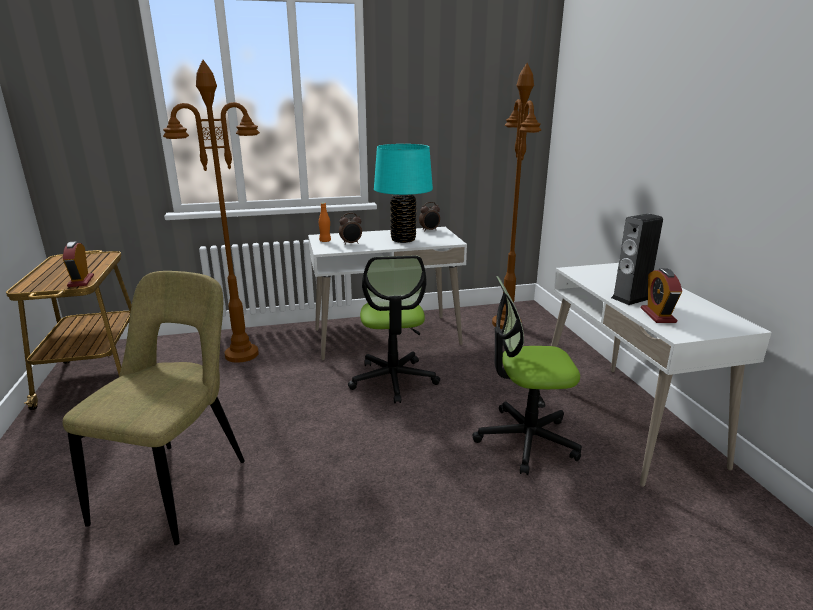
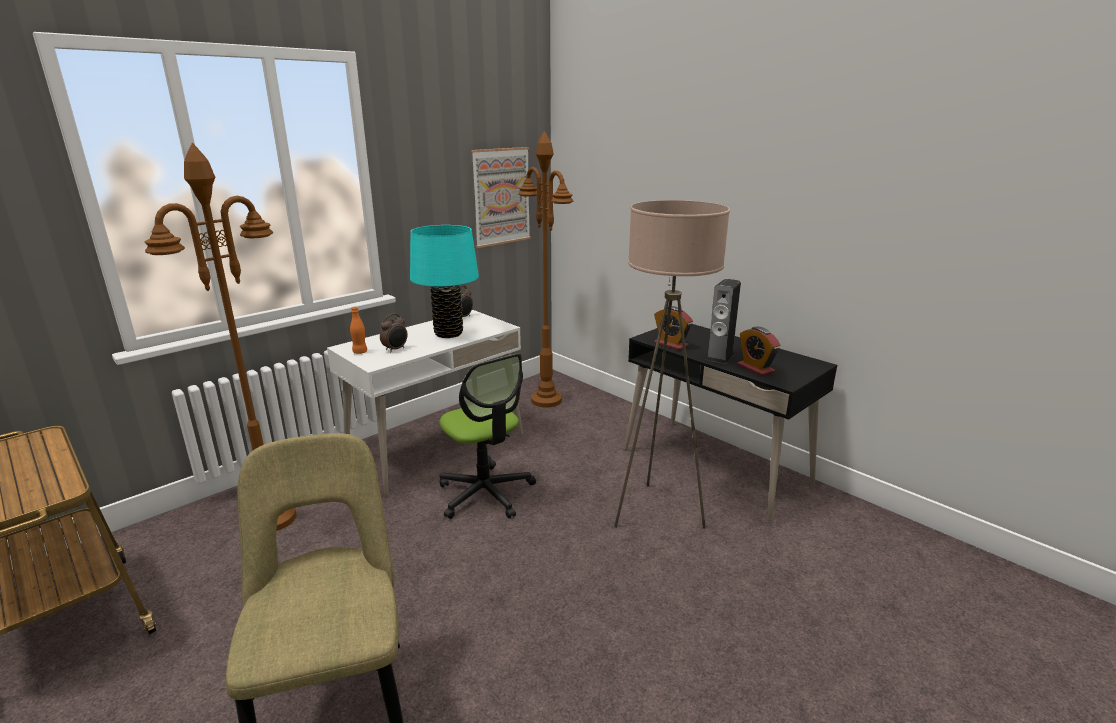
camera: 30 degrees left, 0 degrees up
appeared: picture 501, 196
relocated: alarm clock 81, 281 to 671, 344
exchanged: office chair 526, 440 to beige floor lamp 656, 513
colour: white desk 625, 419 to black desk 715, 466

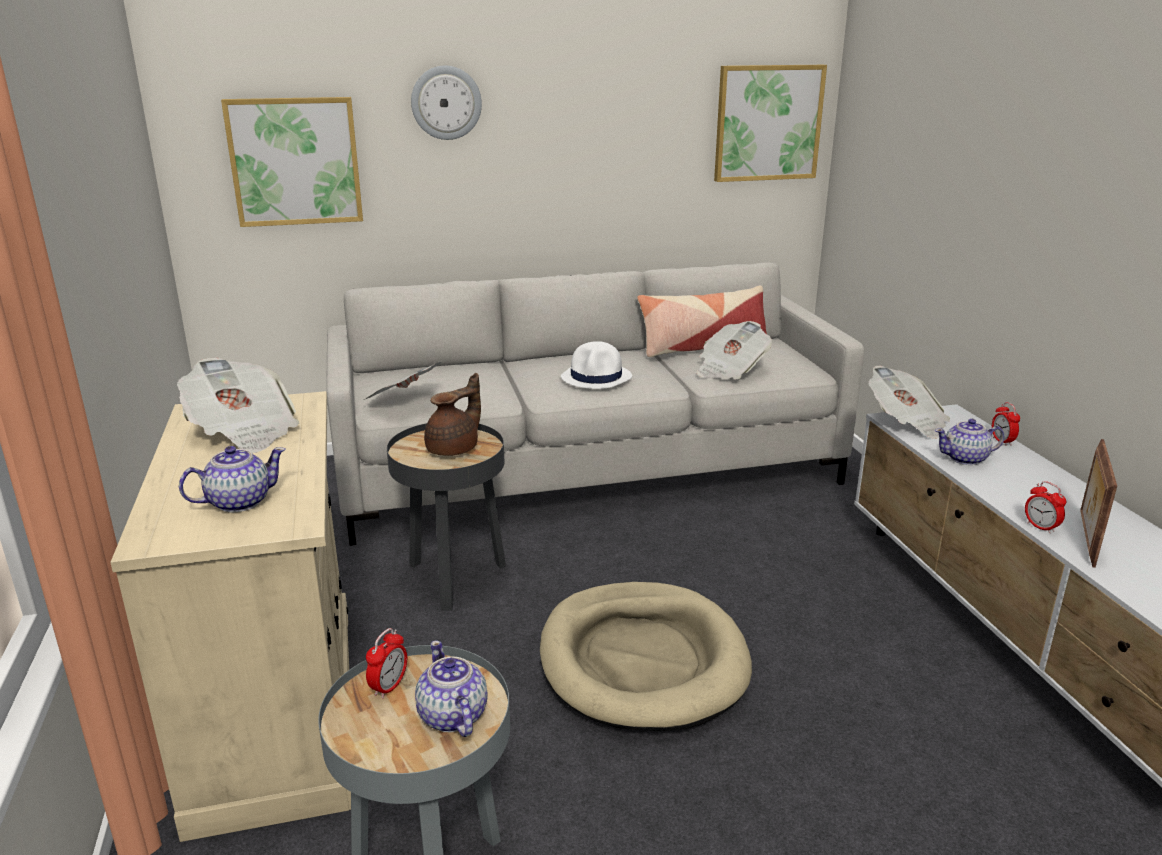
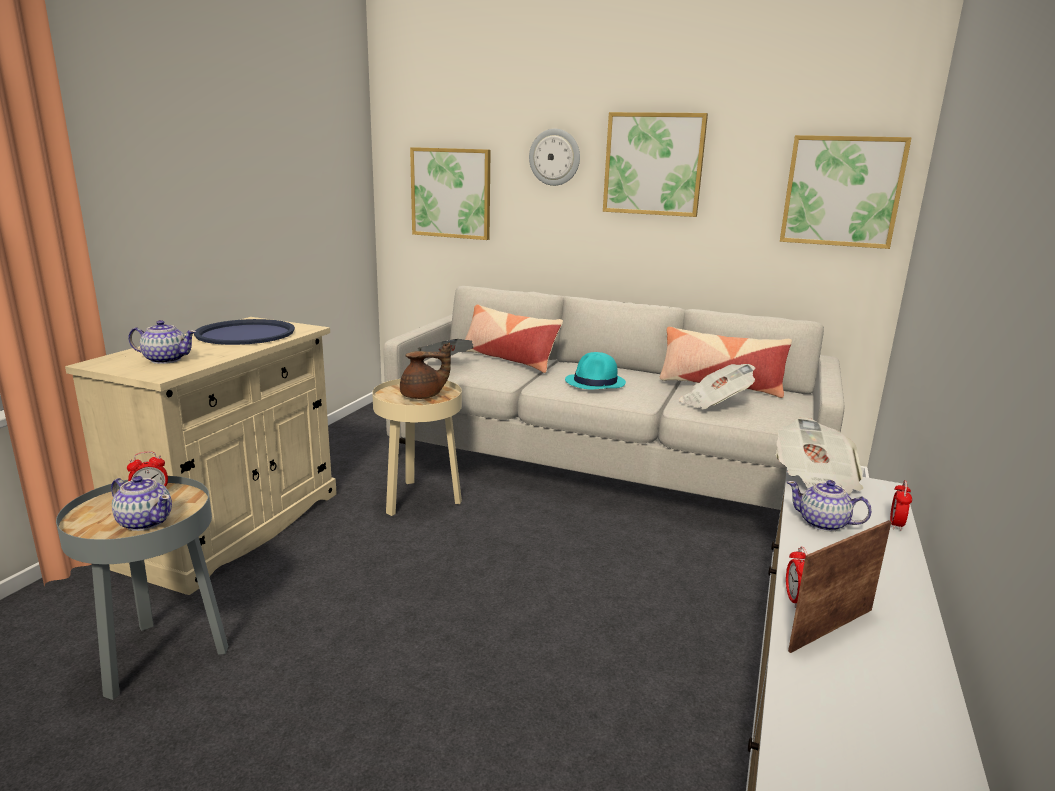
camera: 35 degrees right, 5 degrees down
missing: beige dog bed 642, 661
appeared: pillow 508, 359; picture 653, 164
exchanged: newspaper 243, 432 to blue tray 246, 334
colour: black side table 455, 578 to beige side table 420, 499; white hat 597, 377 to turquoise hat 595, 382
spun: teapot 452, 717 = 145, 522 105 degrees clockwise

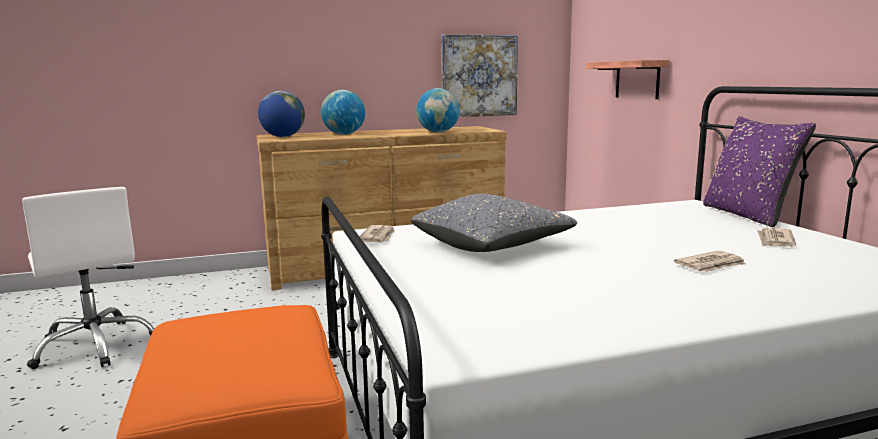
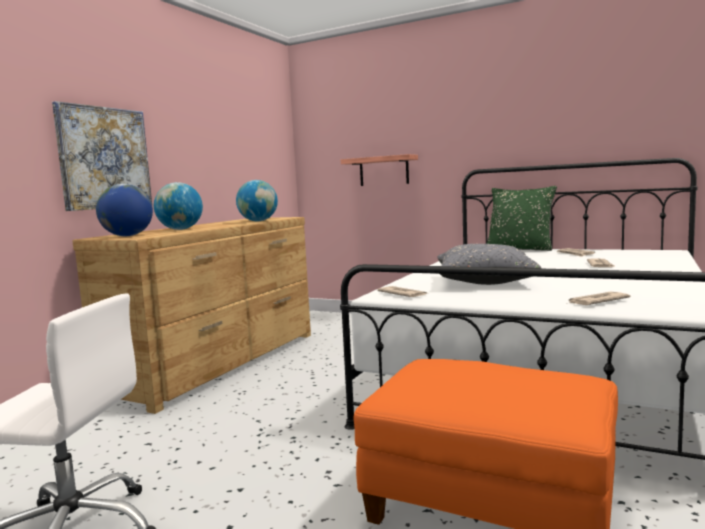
camera: 45 degrees left, 5 degrees down
appeared: newspaper 596, 301
relocated: picture 479, 76 to 104, 158
colour: purple pillow 747, 215 to green pillow 520, 249

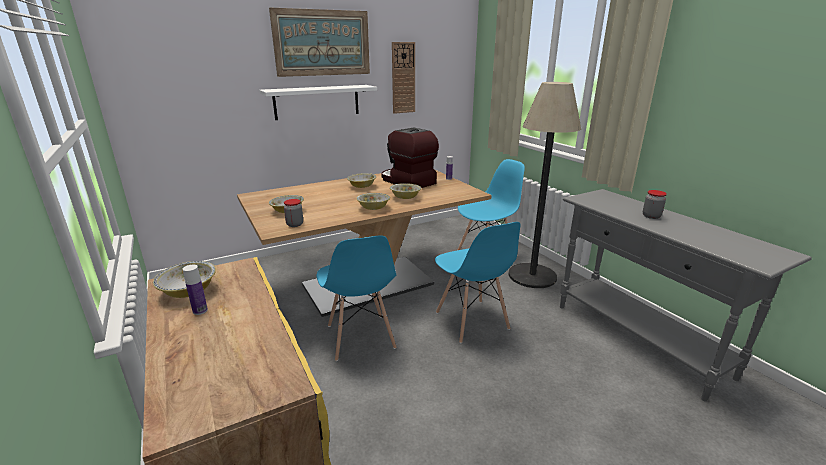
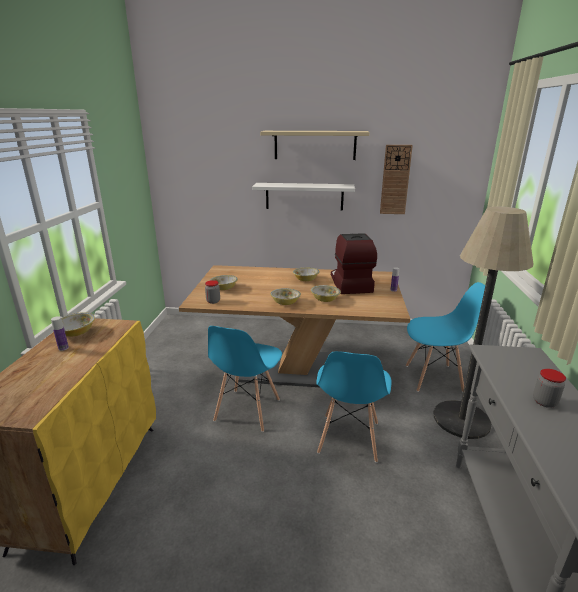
camera: 35 degrees right, 0 degrees up
exchanged: picture 322, 43 to beige shelf 315, 145

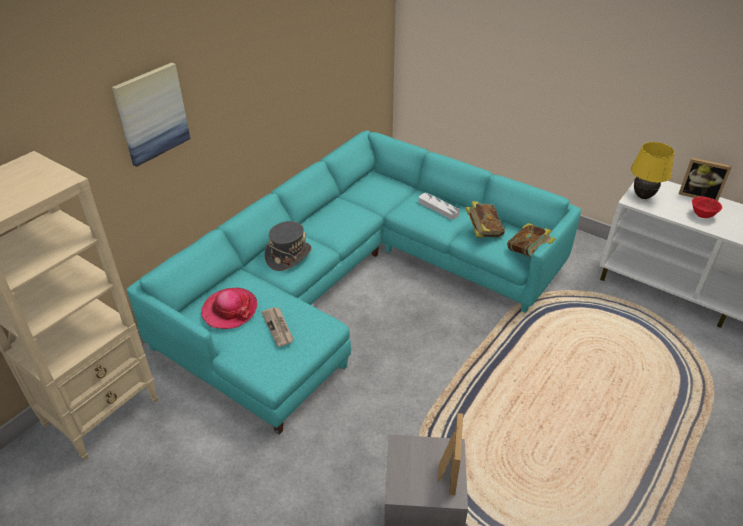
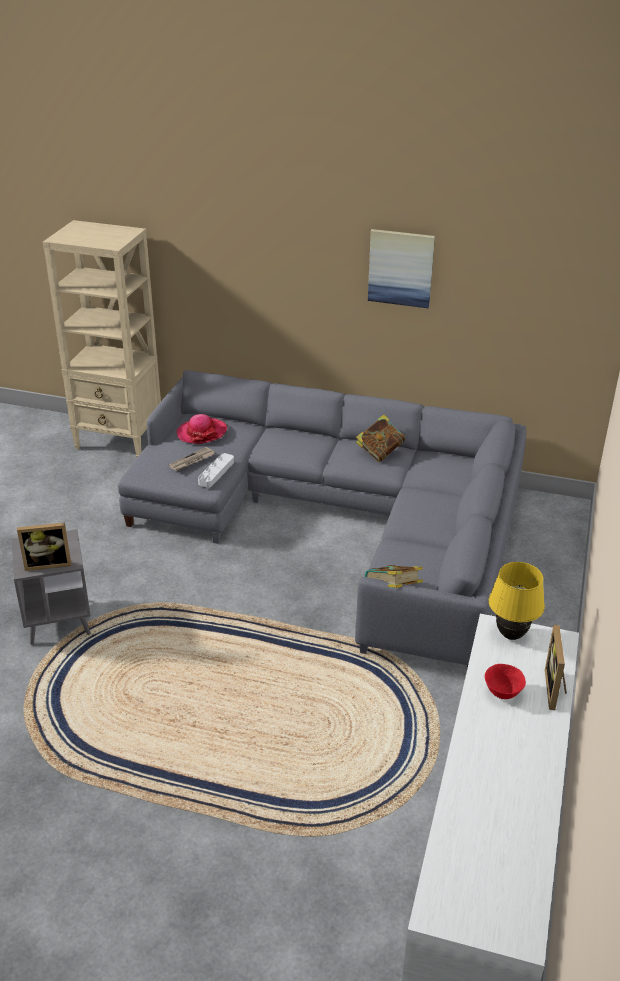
camera: 70 degrees right, 5 degrees down
missing: grey hat 288, 255
relocated: picture 152, 114 to 401, 268; grey tray 438, 208 to 216, 473; book 483, 232 to 380, 452
colour: turquoise sofa 355, 279 to grey sofa 342, 521

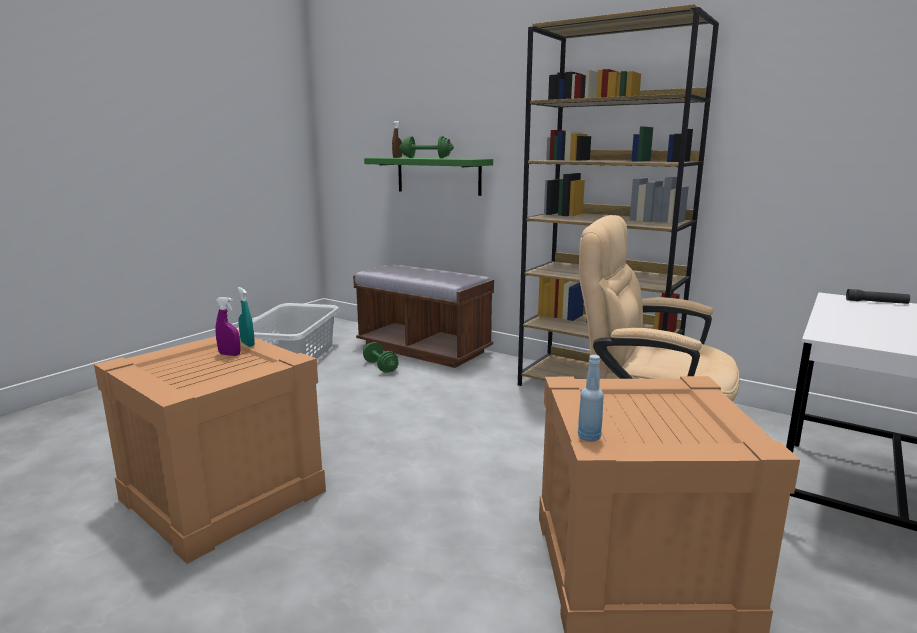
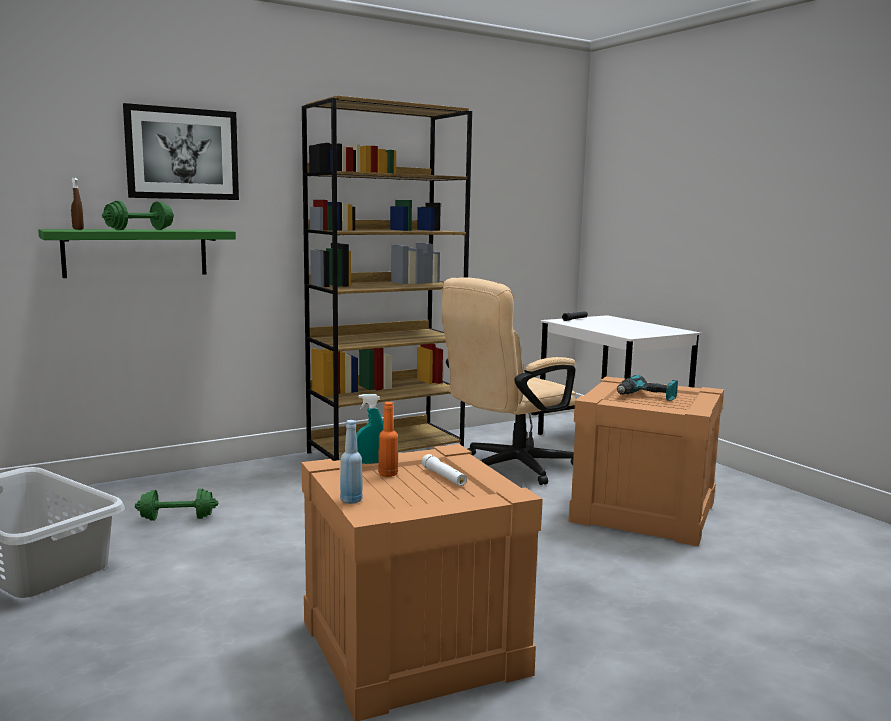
camera: 65 degrees left, 5 degrees down
missing: brown bench 423, 349
appeared: picture 182, 154; white flashlight 444, 477; power drill 646, 397
relocated: blue bottle 589, 437 to 351, 500
exchanged: purple spray bottle 229, 354 to orange bottle 388, 474

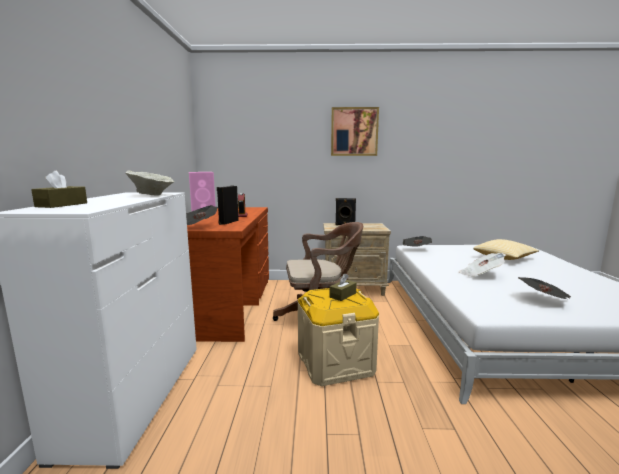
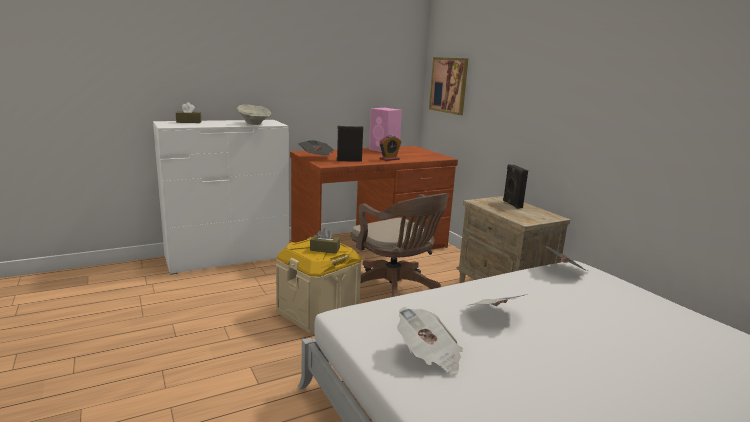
camera: 60 degrees right, 5 degrees up
missing: pillow 504, 258
relocated: picture 354, 132 to 449, 85

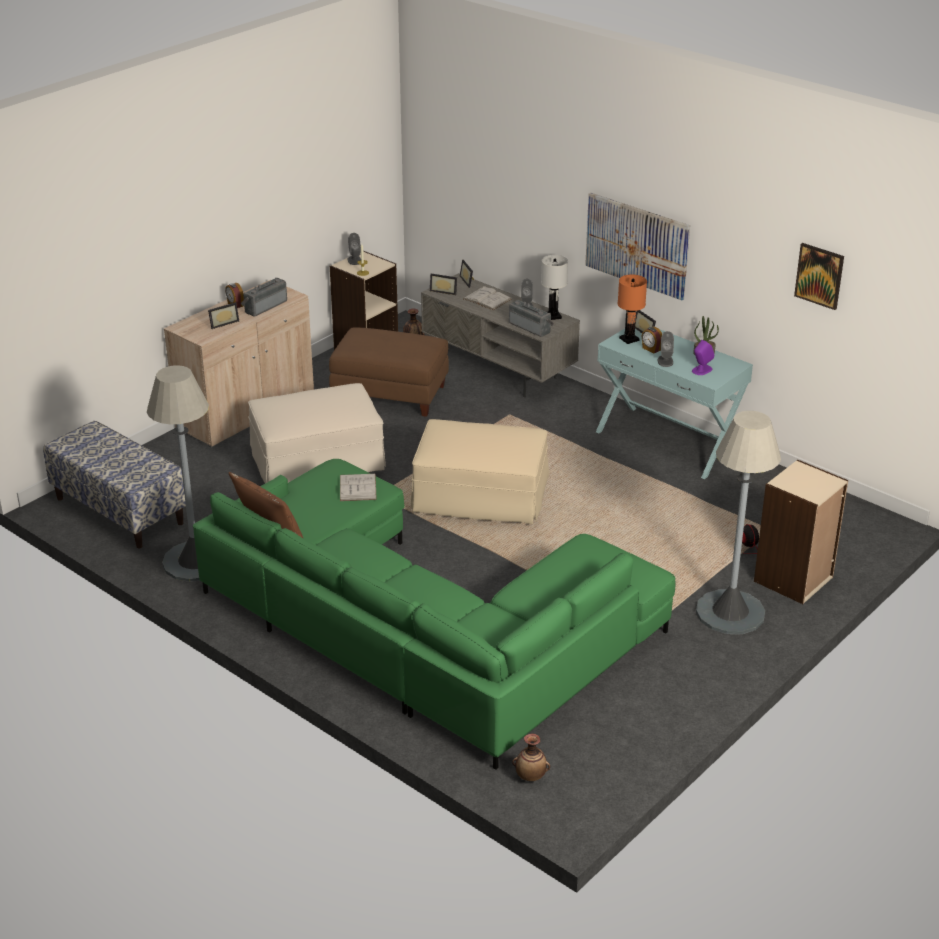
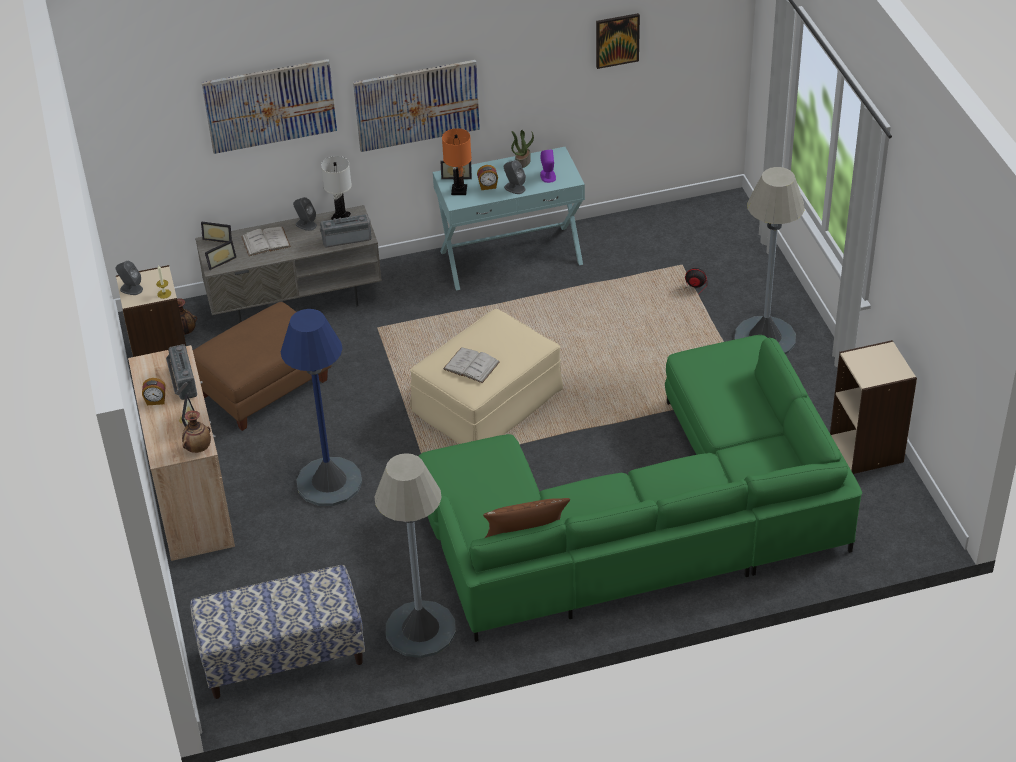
camera: 55 degrees left, 10 degrees up
appeared: picture 270, 105
relocated: white book 358, 487 to 471, 365; vase 530, 776 to 198, 448; beige bookcase 794, 579 to 867, 448
exchanged: beige ottoman 317, 460 to blue floor lamp 329, 482

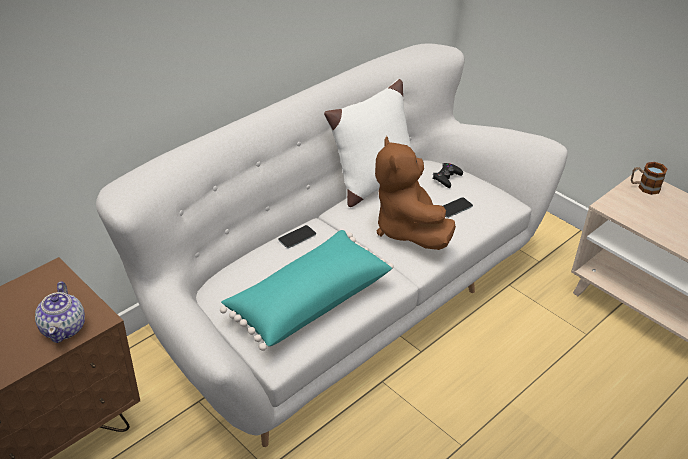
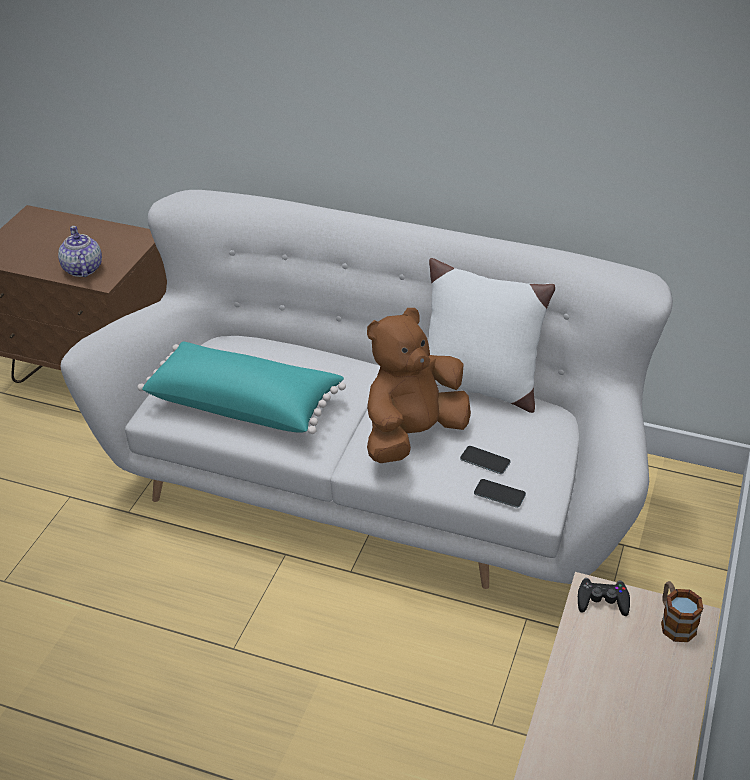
camera: 65 degrees right, 0 degrees up
relocated: phone 297, 237 to 499, 493; black game controller 447, 178 to 602, 601
spun: teapot 64, 328 = 82, 269 105 degrees clockwise

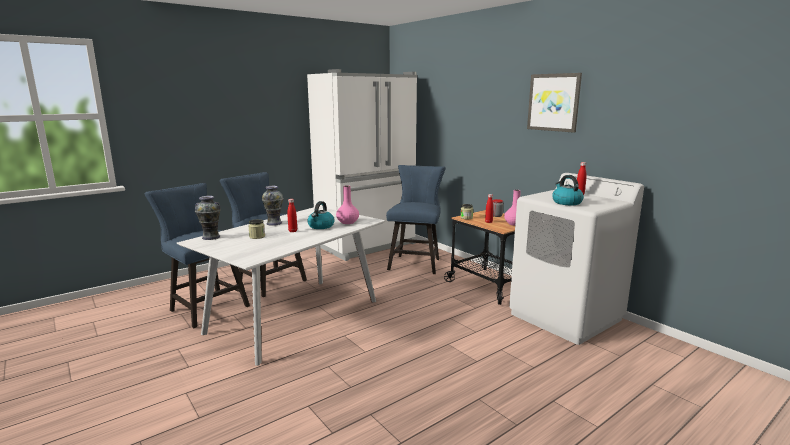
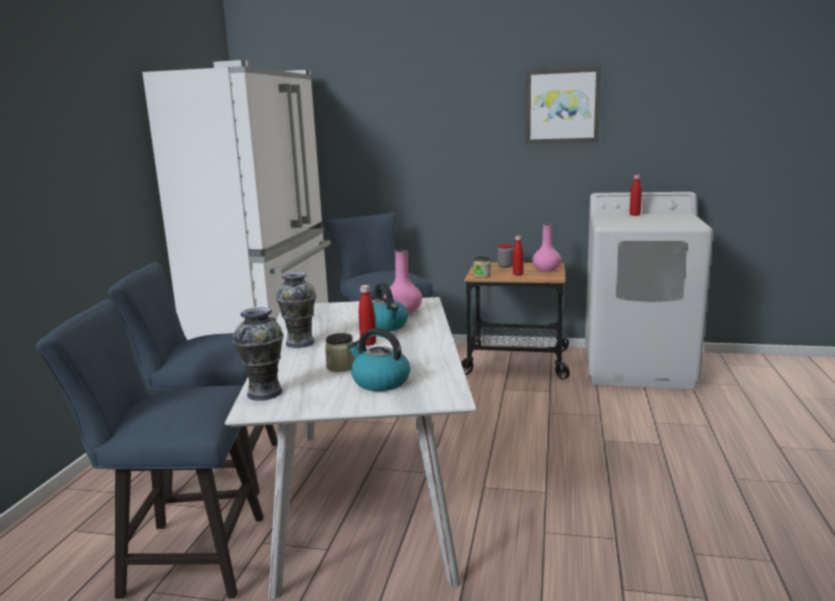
camera: 40 degrees left, 0 degrees up
relocated: kettle 566, 202 to 379, 382

